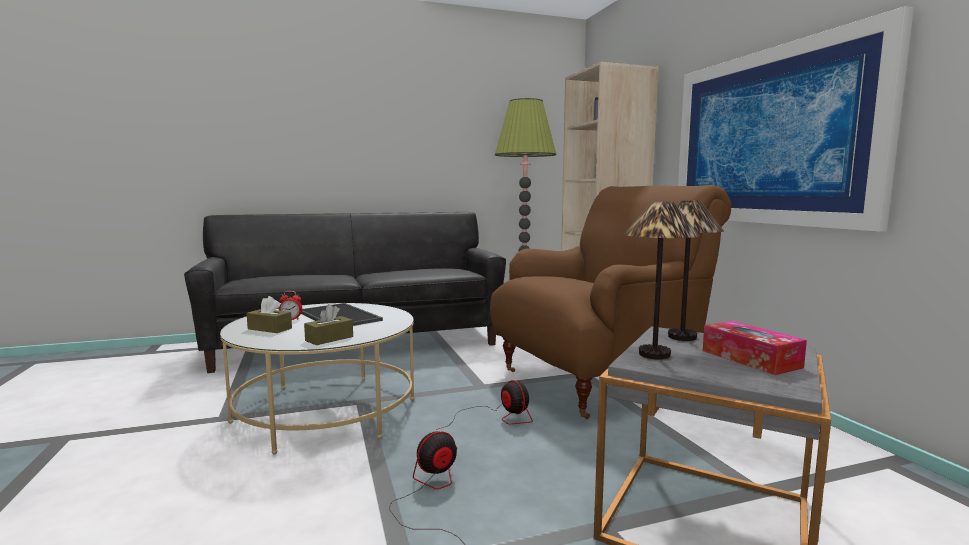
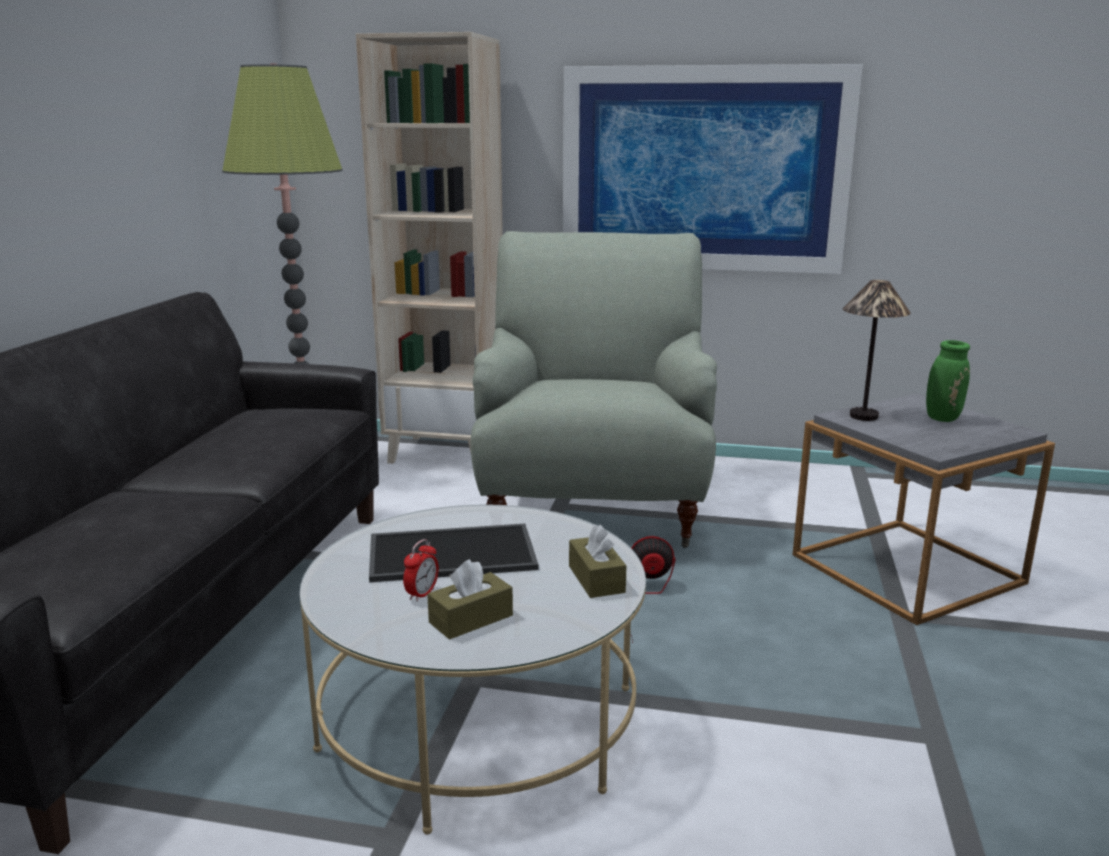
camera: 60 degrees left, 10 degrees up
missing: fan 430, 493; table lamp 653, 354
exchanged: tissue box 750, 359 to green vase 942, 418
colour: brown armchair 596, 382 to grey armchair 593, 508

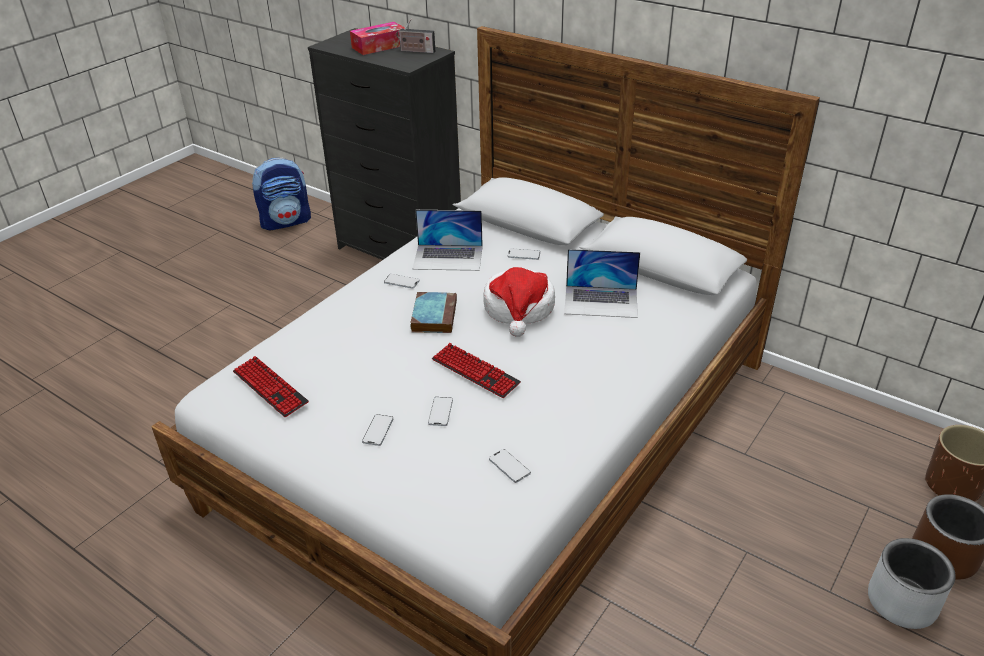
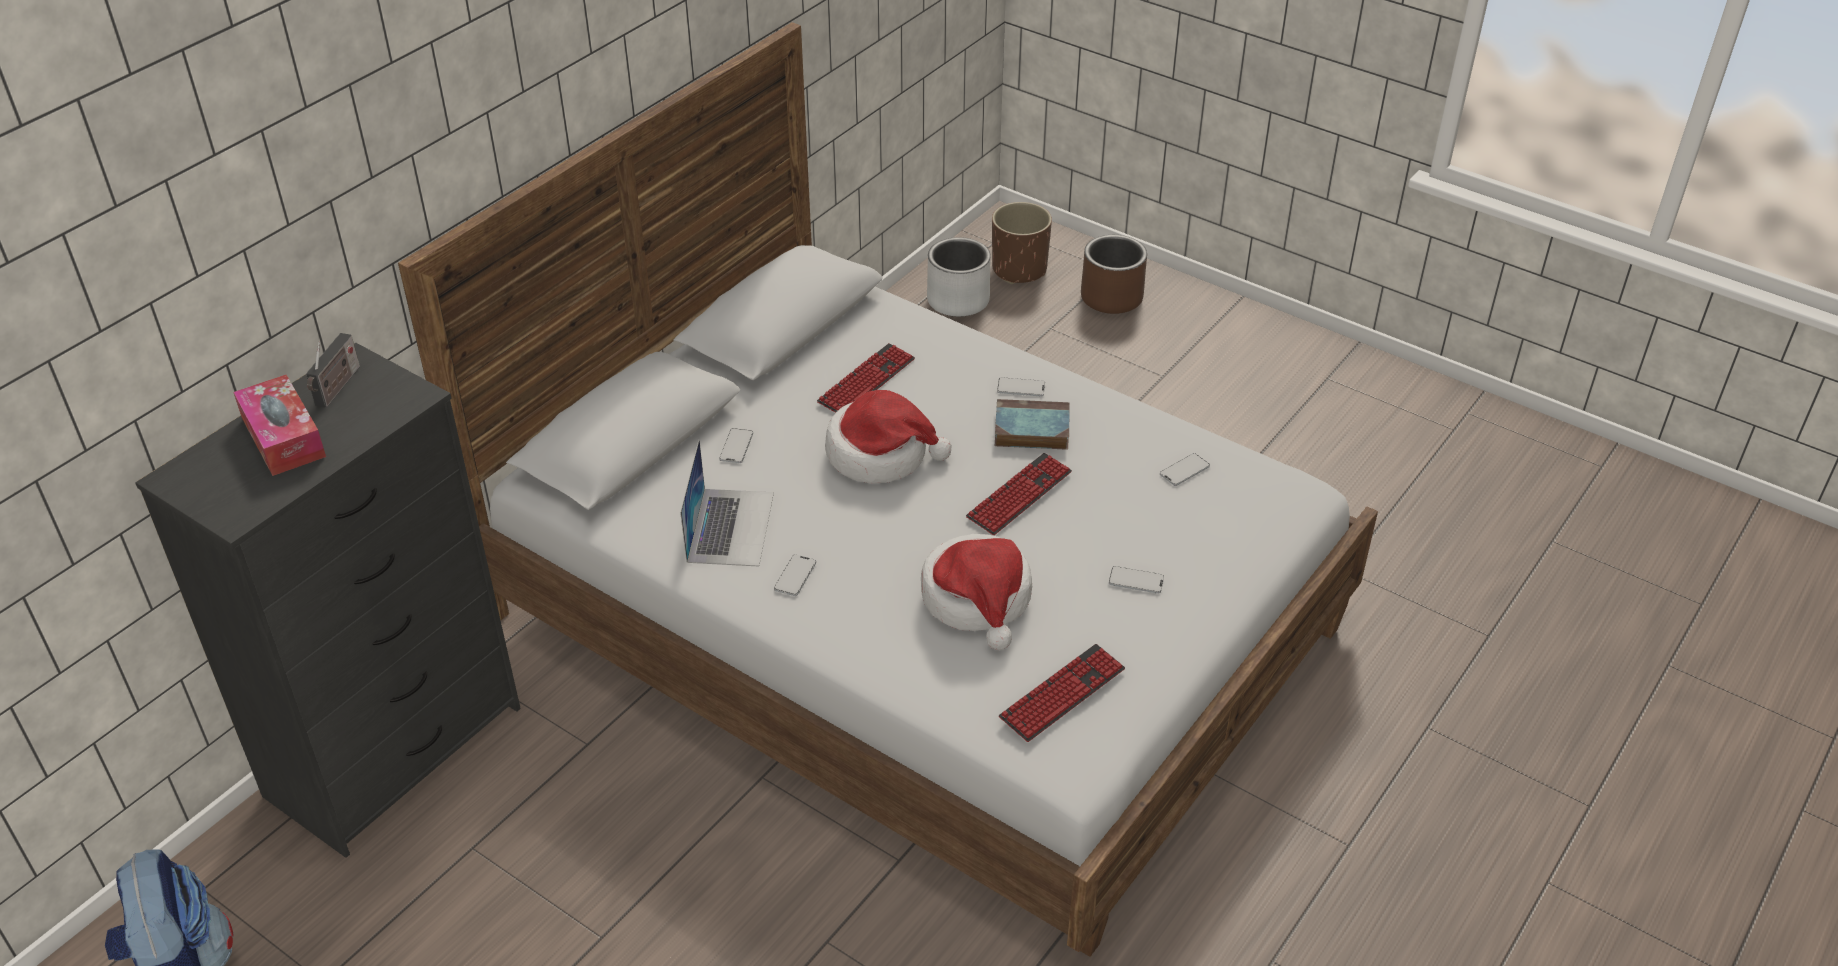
camera: 90 degrees left, 5 degrees up
appeared: hat 978, 599
relocated: book 434, 315 to 1030, 430; phone 440, 412 to 1021, 388; grey planter 902, 602 to 958, 300
exchanged: laptop 601, 301 to keyboard 866, 381

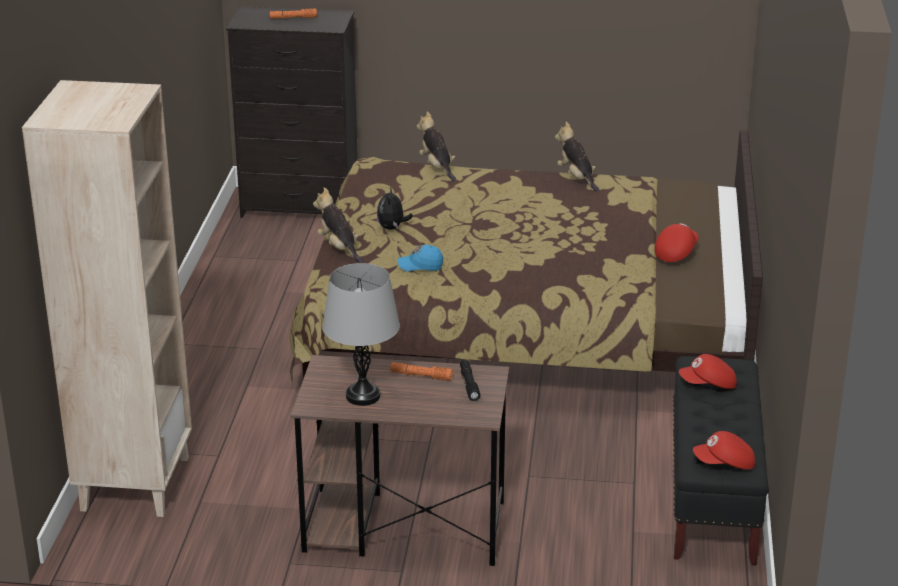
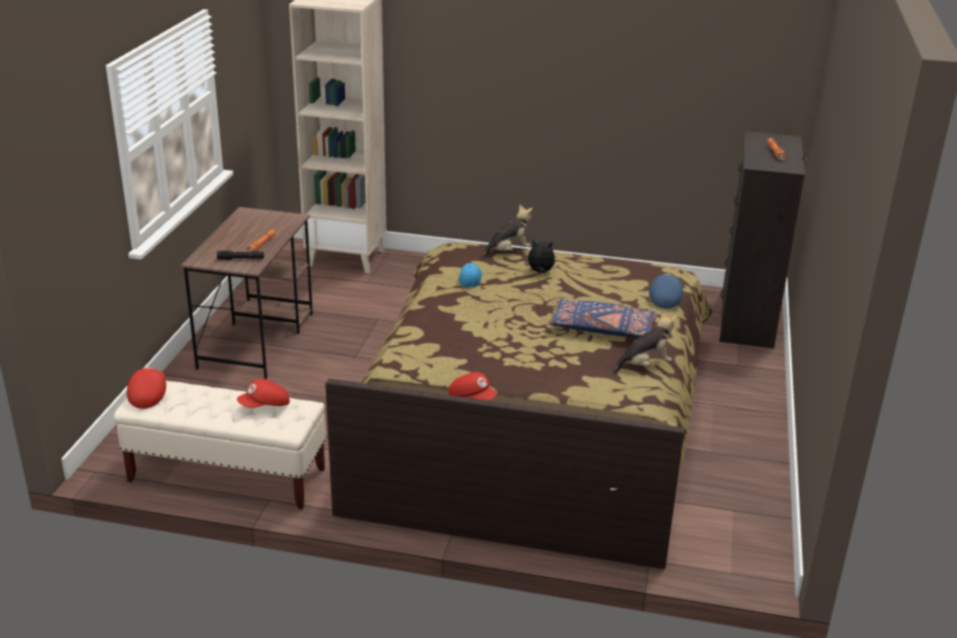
camera: 95 degrees right, 0 degrees up
missing: grey table lamp 363, 396
appeared: blue pillow 603, 329
exchanged: plush toy 437, 167 to blue cap 664, 298
colour: black bench 712, 497 to beige bench 226, 476
spun: red cap 708, 385 = 265, 405 120 degrees counterclockwise

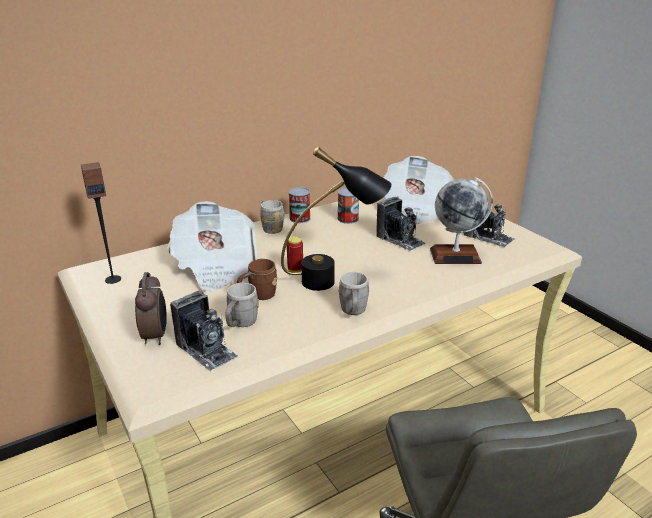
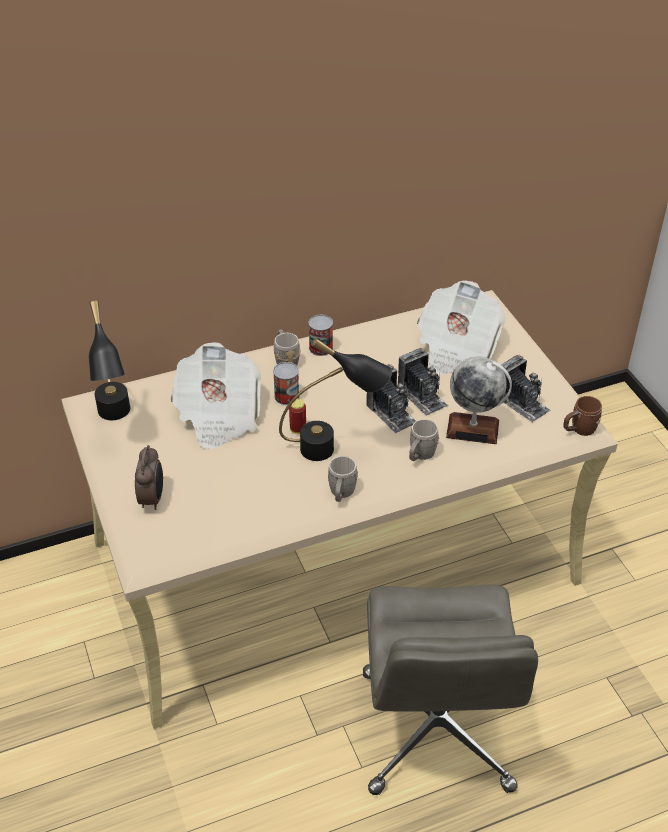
camera: 10 degrees right, 15 degrees up
relocated: photo camera 206, 350 to 391, 413; grey mug 240, 324 to 420, 455; brown mug 258, 296 to 579, 430; can 348, 219 to 287, 396
exchanged: speaker 113, 279 to black table lamp 116, 420

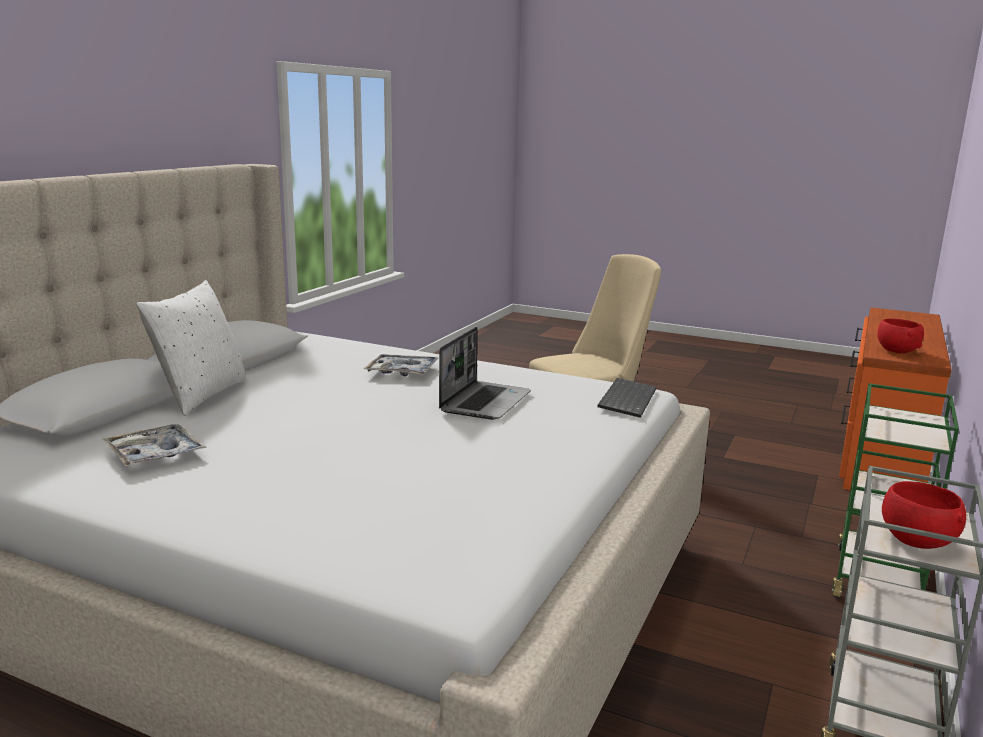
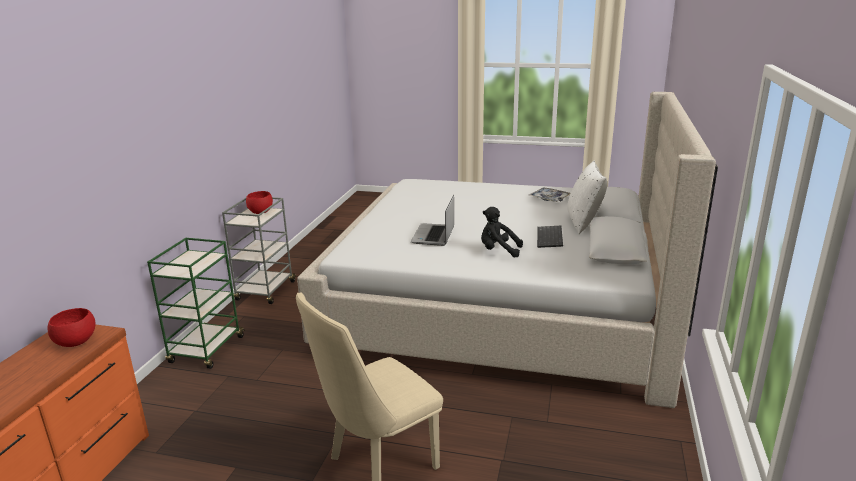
camera: 170 degrees right, 5 degrees up
relocated: keyboard 626, 399 to 550, 238
exchanged: tray 402, 372 to black plush toy 498, 251

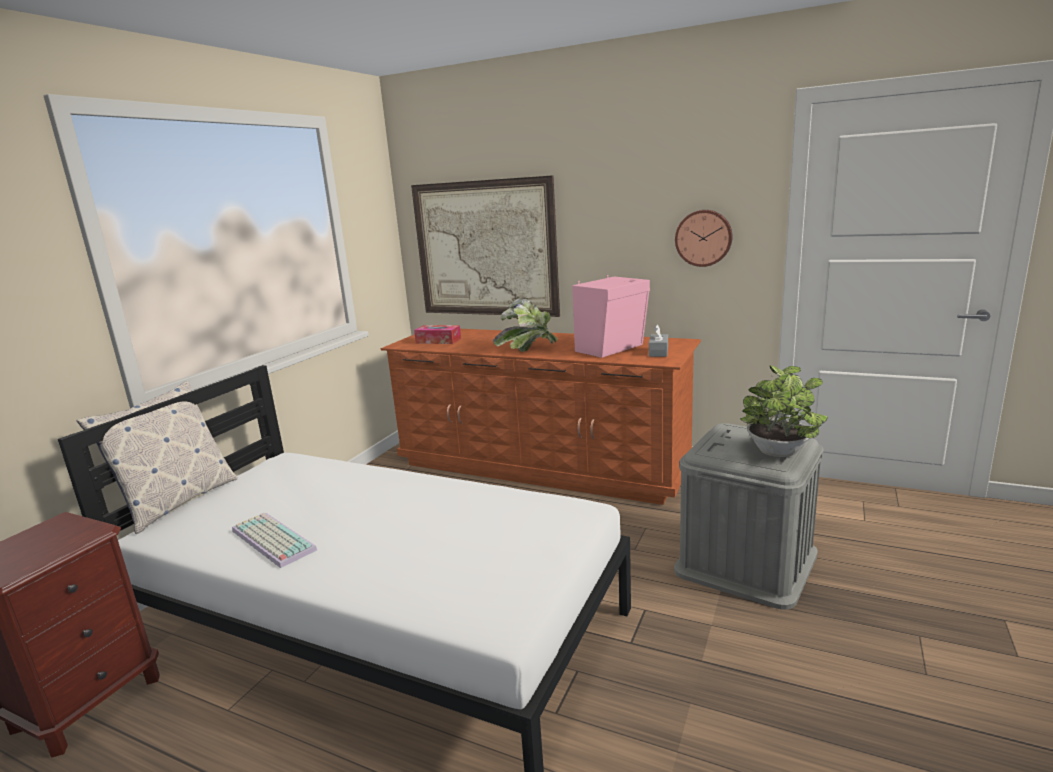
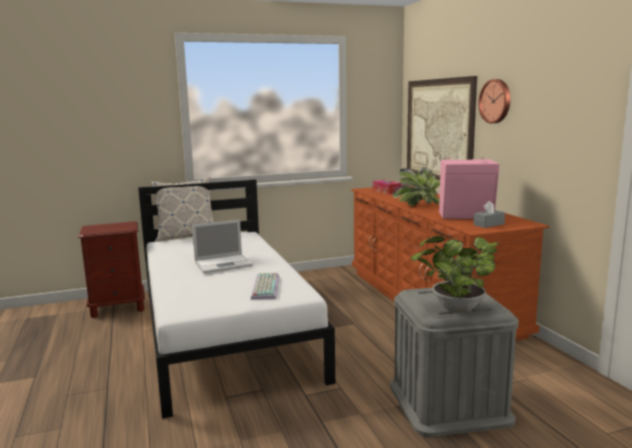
camera: 45 degrees right, 5 degrees down
appeared: laptop 224, 264
relocated: keyboard 270, 540 to 264, 286; wall clock 703, 238 to 496, 101

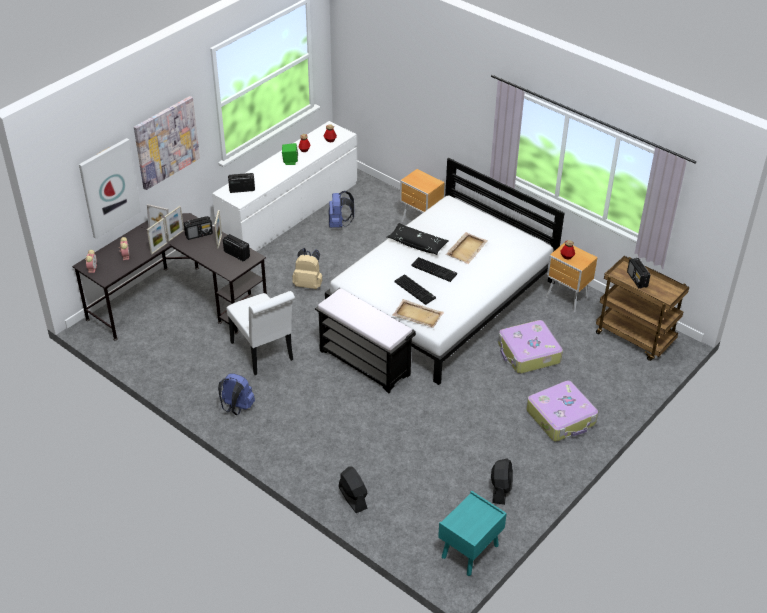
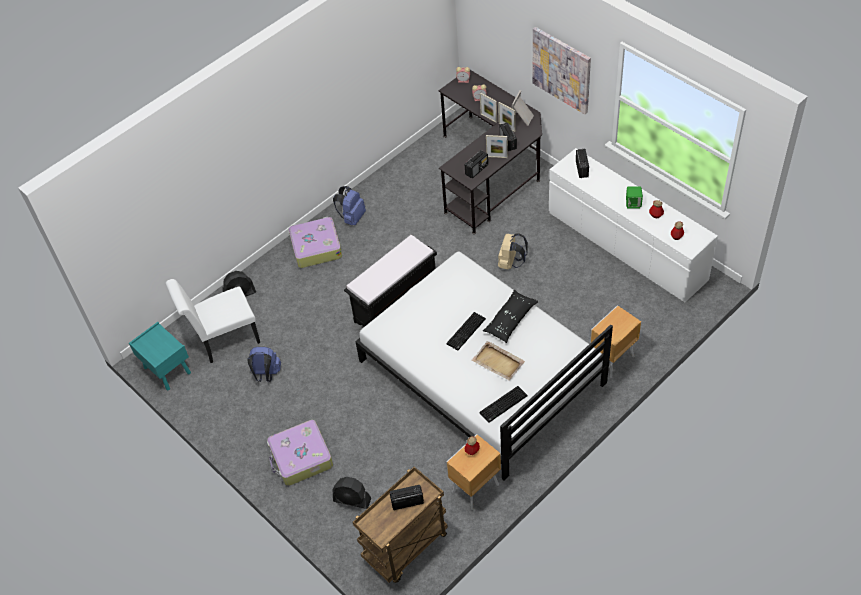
camera: 100 degrees right, 10 degrees up
missing: picture 109, 187; beige tray 417, 315
relocated: white chair 264, 354 to 224, 340; blue backpack 339, 224 to 266, 374; keyboard 415, 290 to 503, 405; black fan 500, 489 to 352, 500; suitcase 528, 353 to 316, 247

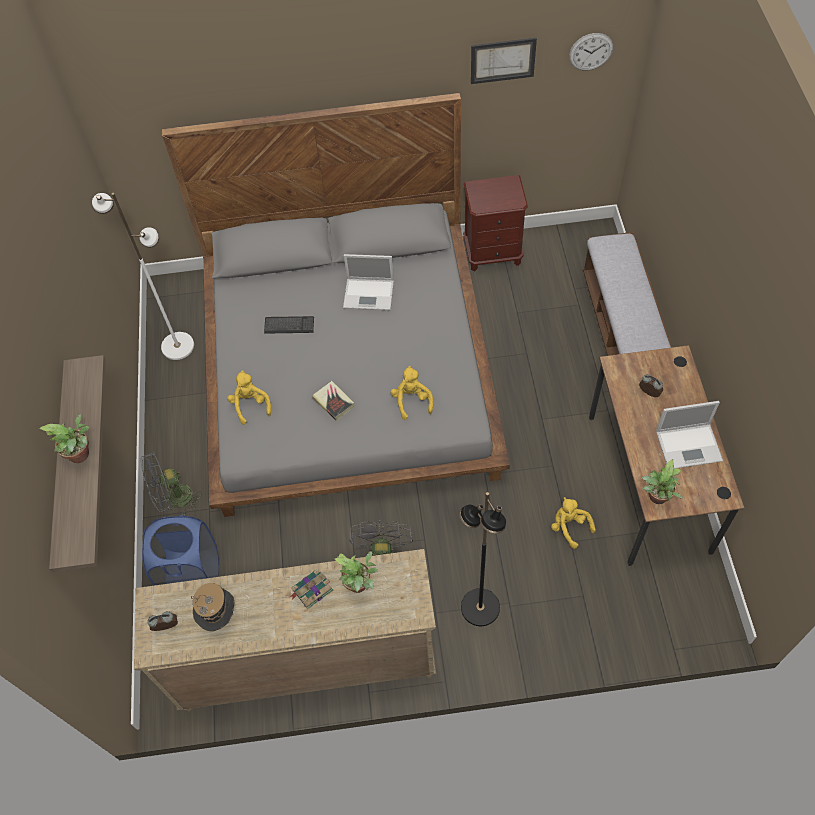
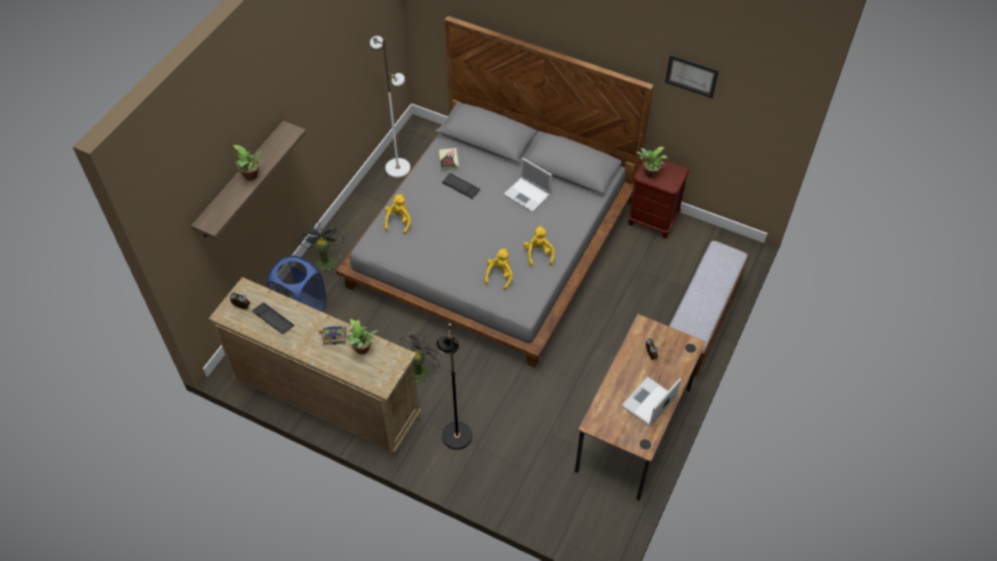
camera: 30 degrees right, 5 degrees down
missing: wall clock 591, 51
relocated: book 333, 402 to 448, 161; yellow plush toy 569, 527 to 538, 254; potted plant 656, 498 to 649, 174
exchanged: hat 219, 616 to keyboard 273, 319
spun: grey fan 173, 500 = 324, 259 75 degrees clockwise; laptop 689, 445 = 648, 402 105 degrees clockwise

